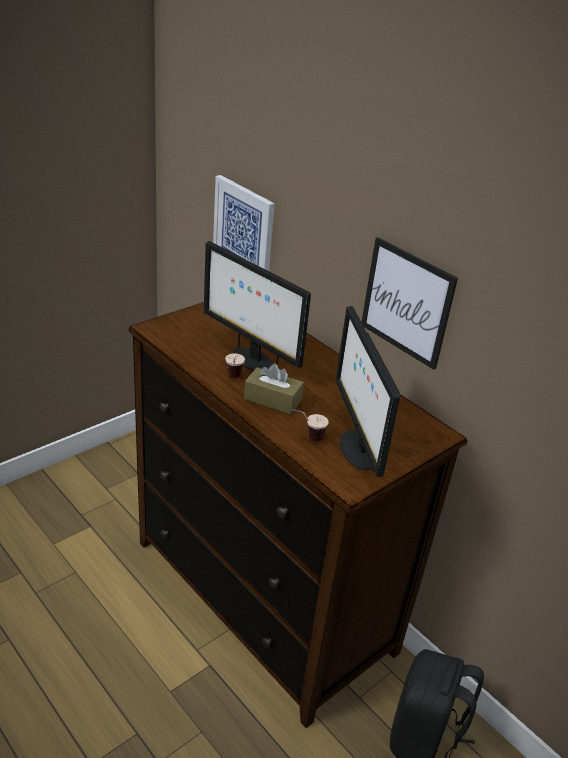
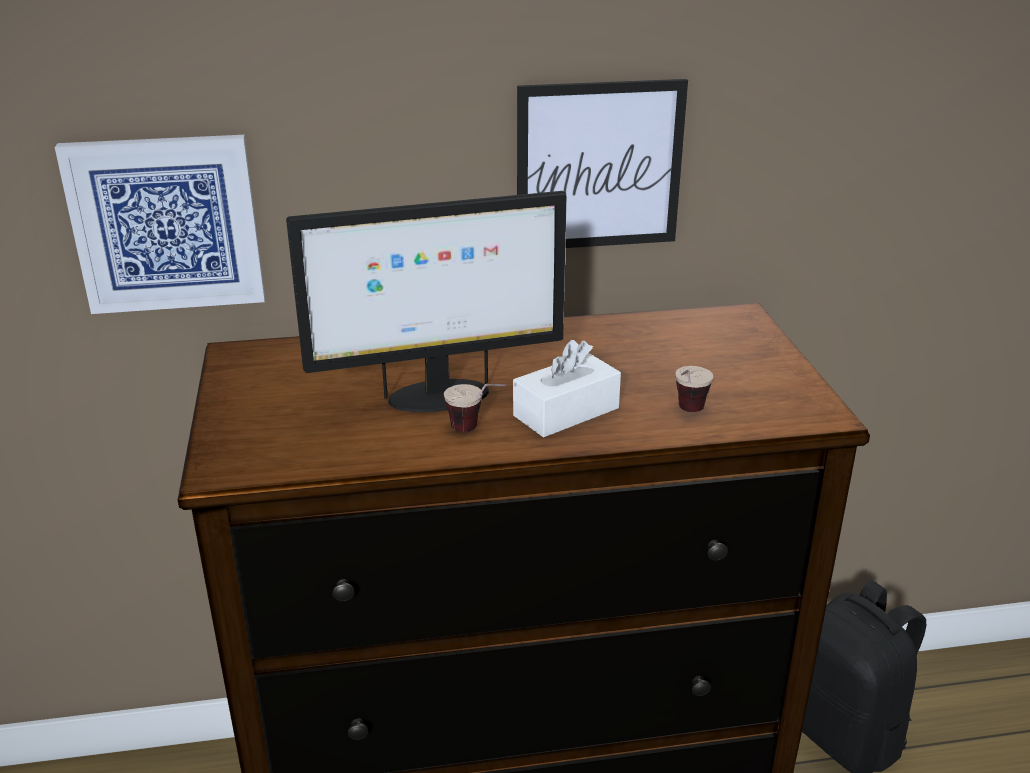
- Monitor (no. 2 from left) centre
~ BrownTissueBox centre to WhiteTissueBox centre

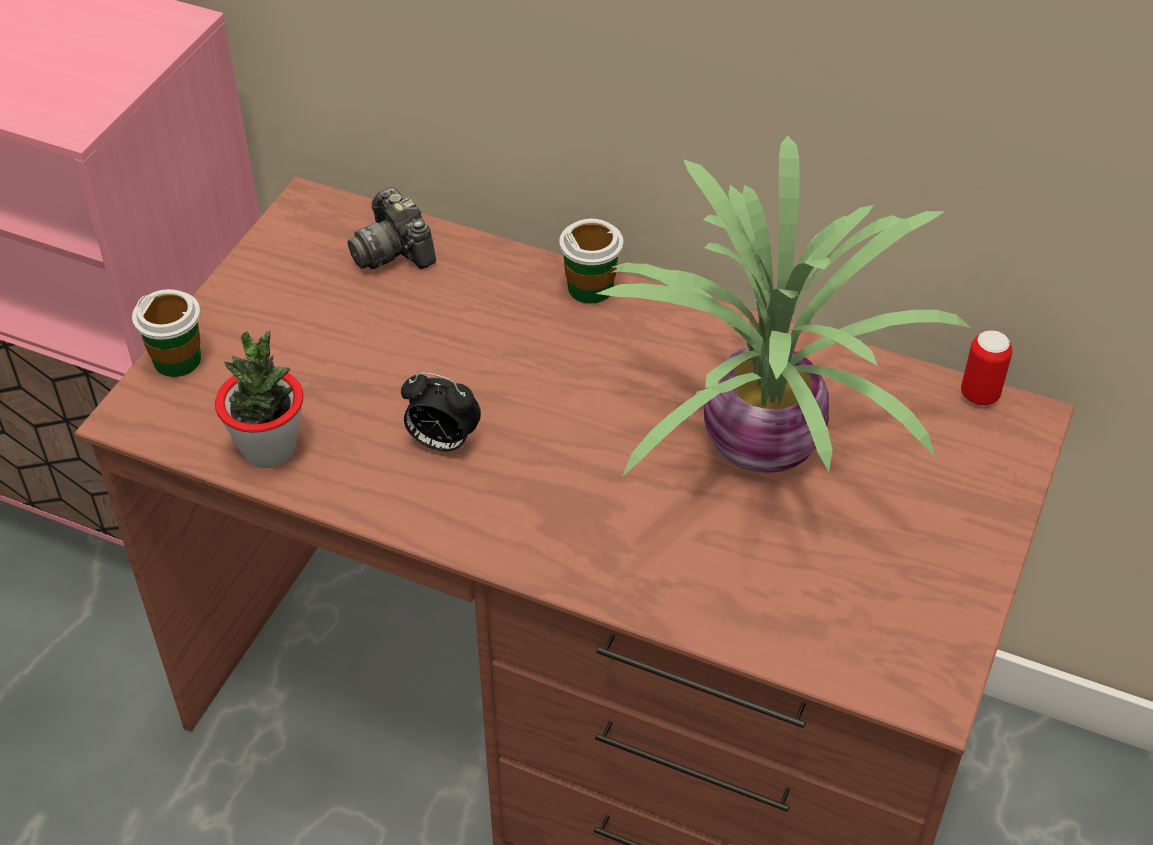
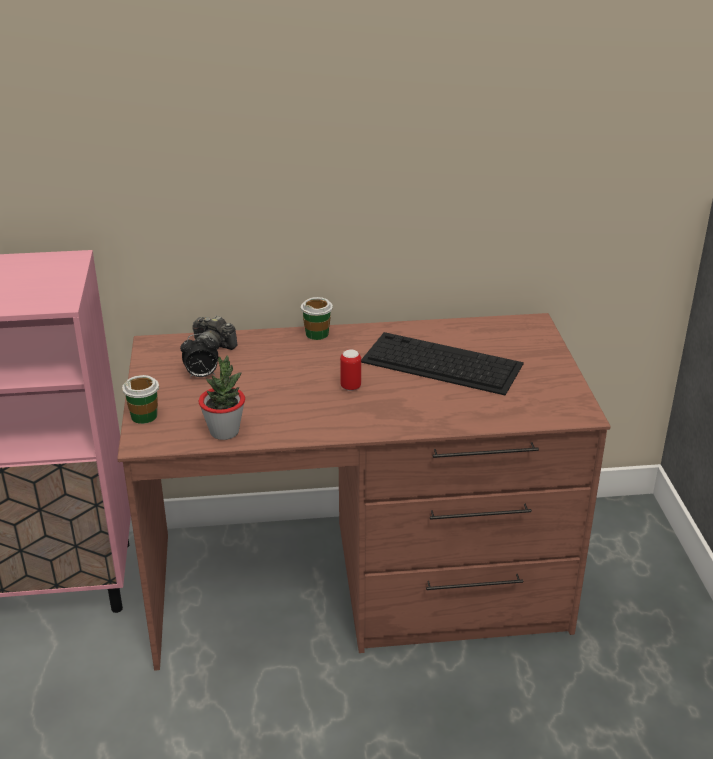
~ AlarmClock centre to middle left
~ Can middle right to centre
~ PottedPlant (no. 2 from left) middle right to Keyboard centre

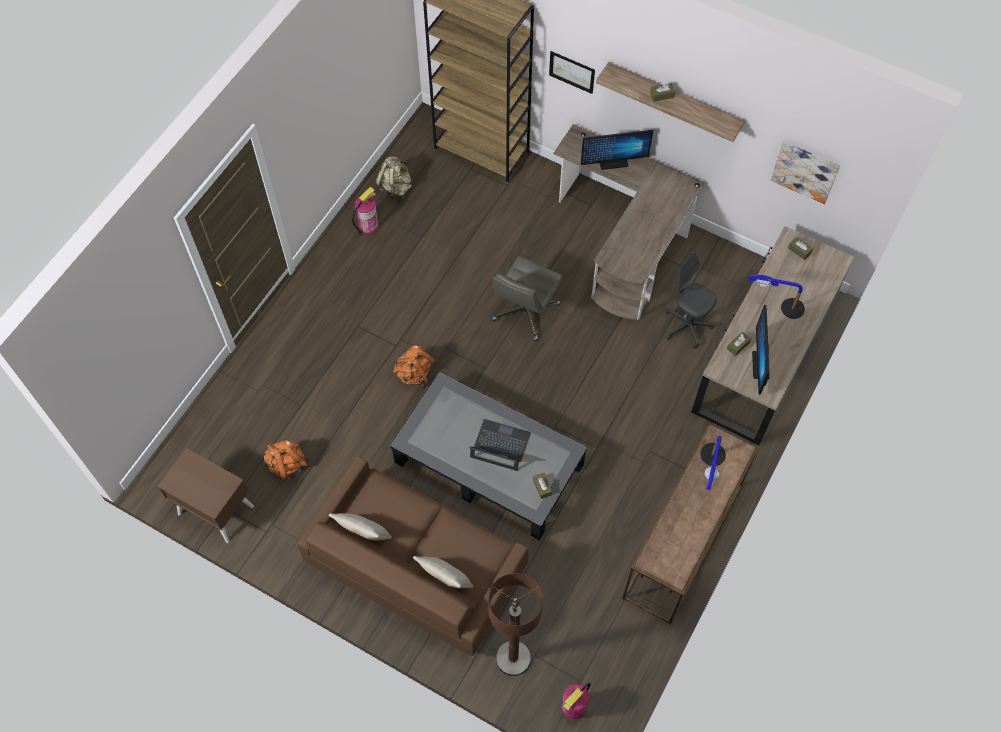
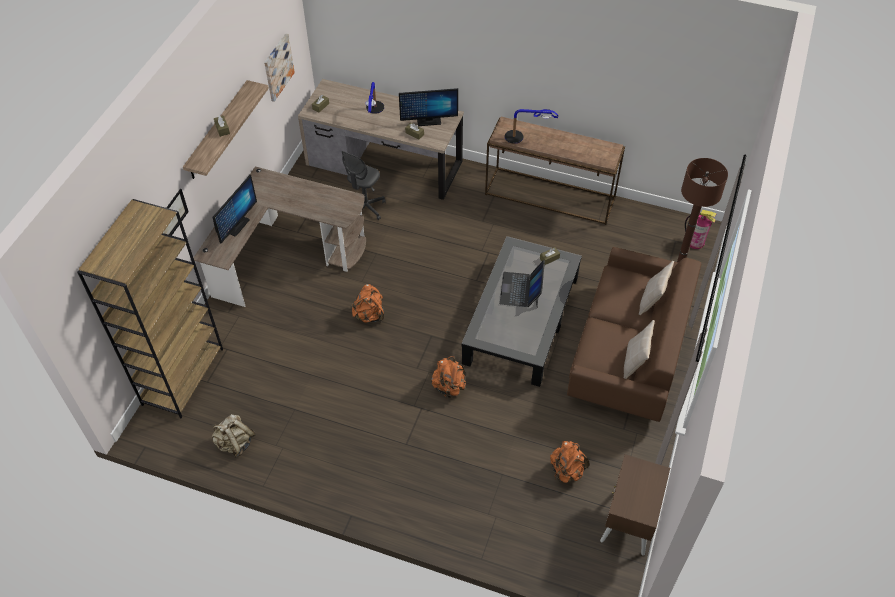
- FireExtinguisher (no. 1 from left) top centre
~ GreyOfficeChair (no. 1 from left) centre to OrangeBackpack (no. 1 from left) centre
~ Monitor (no. 1 from left) top centre = middle left 45 degrees clockwise

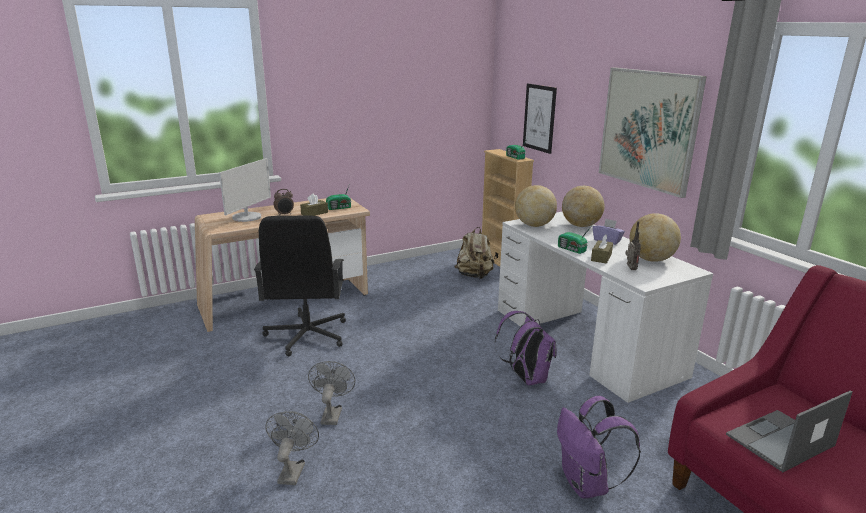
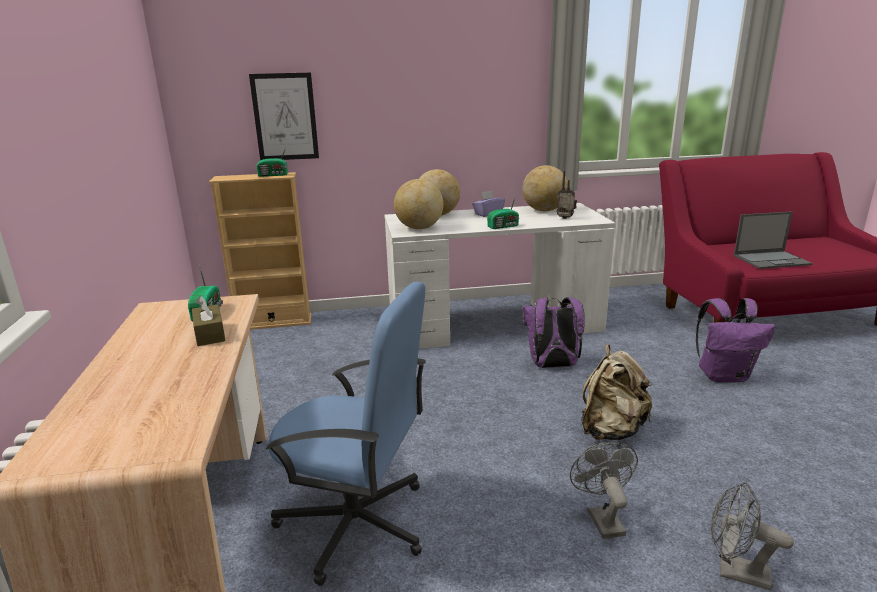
- Monitor middle left
- AlarmClock middle left
- BrownTissueBox (no. 2 from left) middle right
- Picture (no. 2 from left) top right
~ BeigeBackpack centre to middle right
~ BlackOfficeChair centre to BlueOfficeChair bottom centre
~ GreyFan (no. 2 from left in the first image) bottom centre = bottom right 60 degrees clockwise
~ Laptop bottom right = middle right 90 degrees counterclockwise

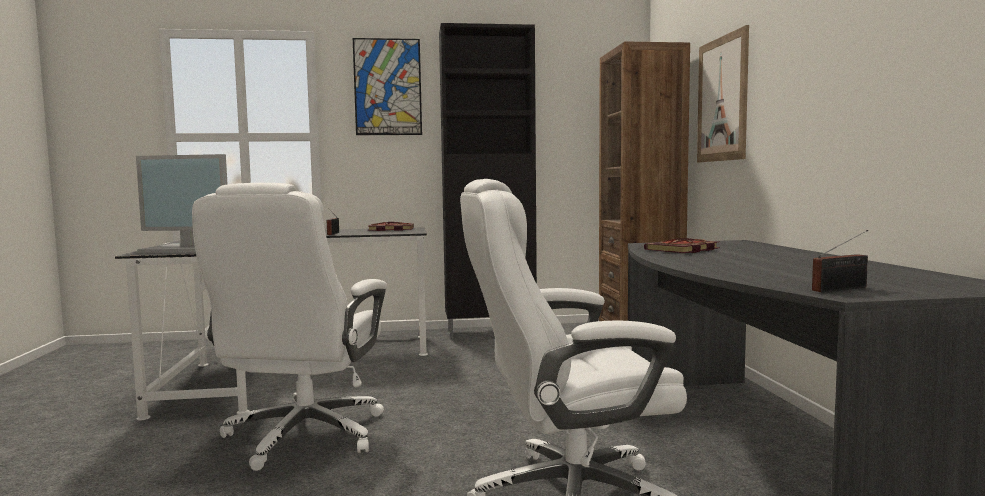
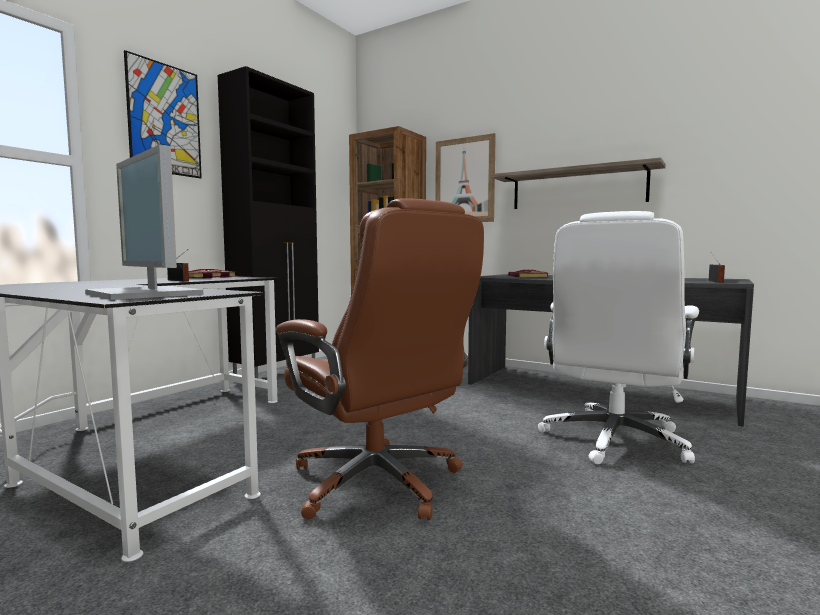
+ Shelf top right
~ WhiteOfficeChair (no. 1 from left) middle left to BrownOfficeChair centre
~ Monitor middle left = middle left 90 degrees clockwise

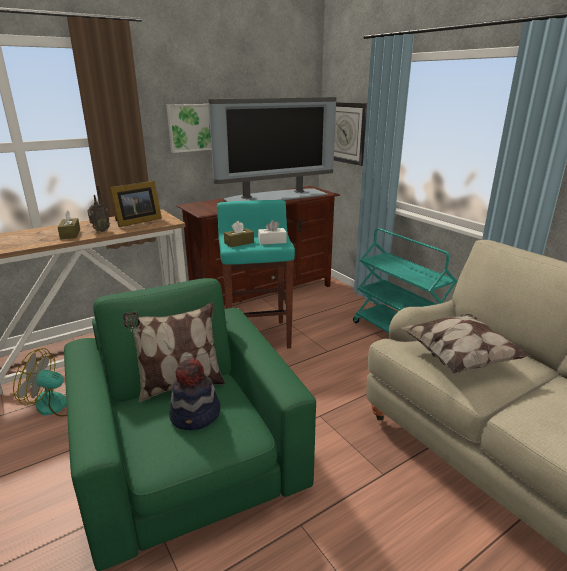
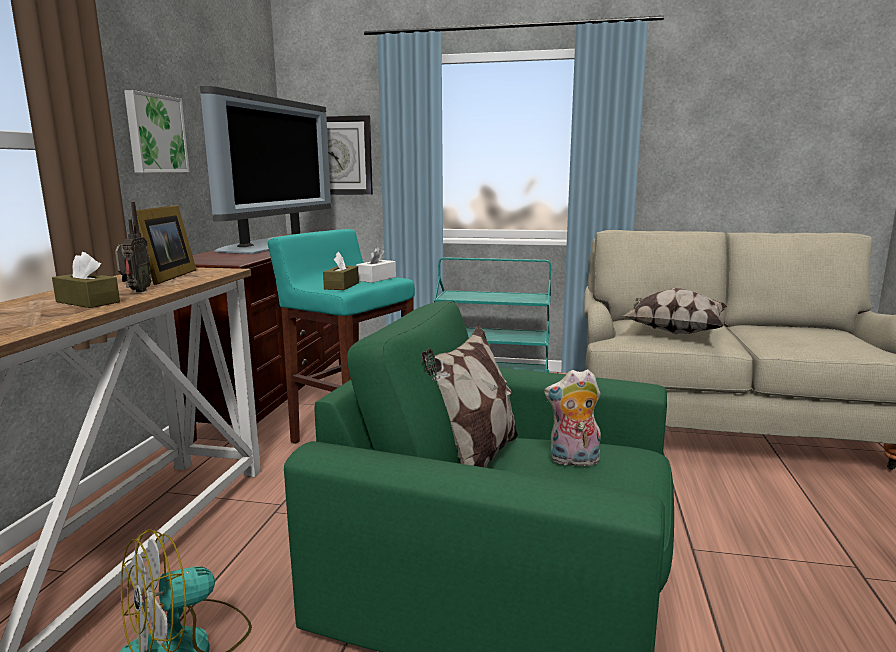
~ Hat bottom centre to PlushToy centre

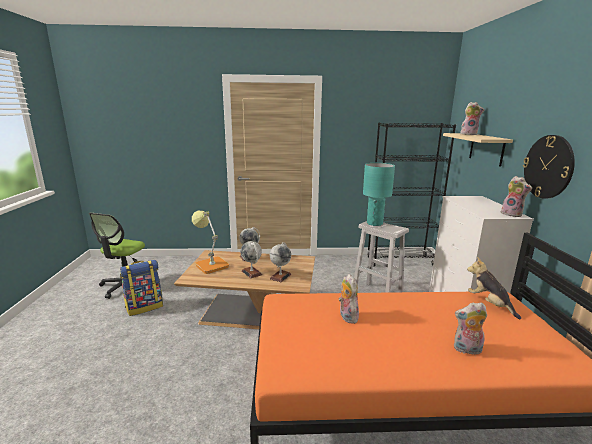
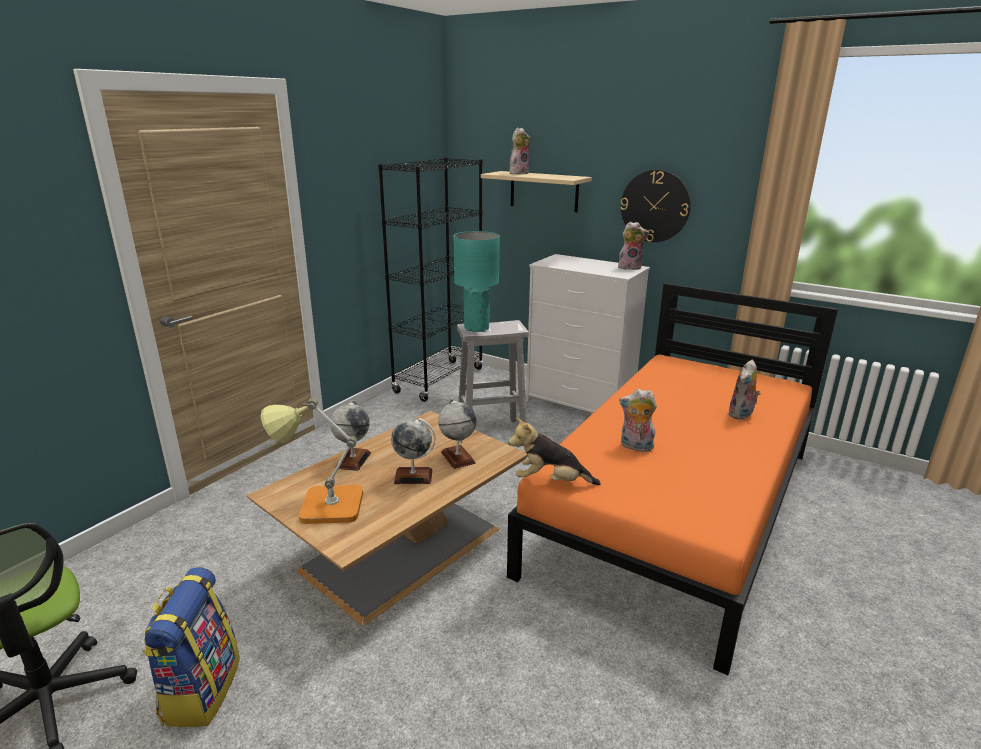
~ PlushToy (no. 4 from left in the first image) middle right to PlushToy (no. 2 from left) centre

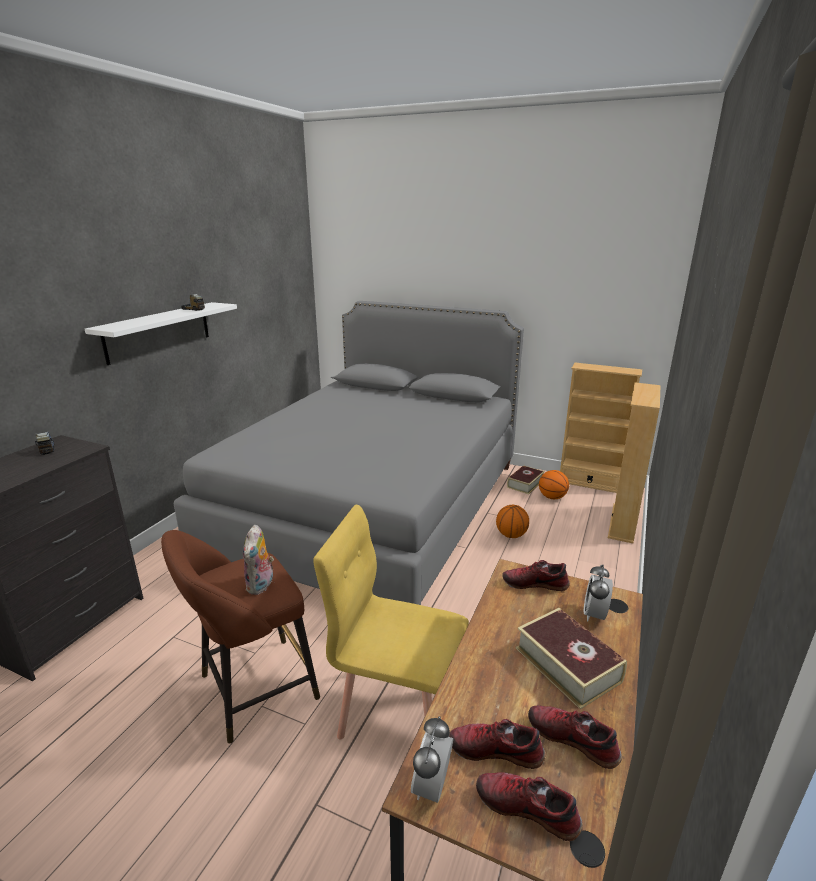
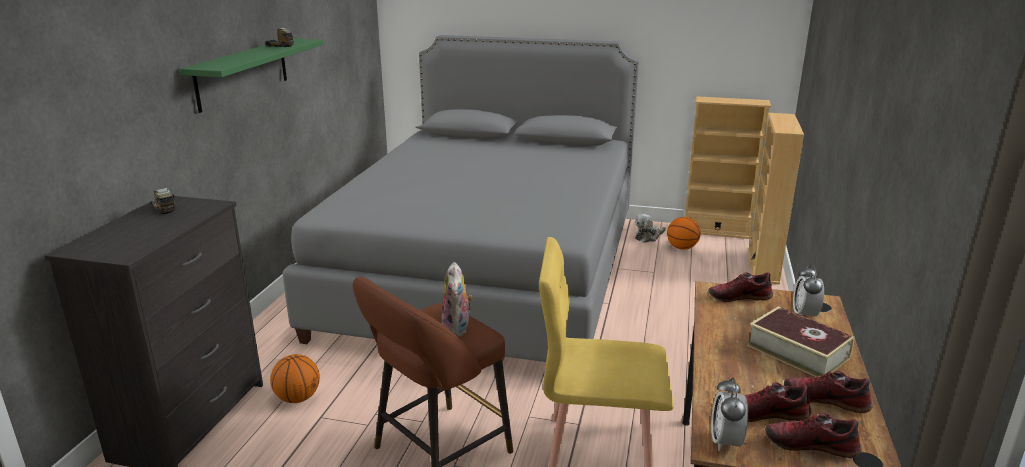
~ Basketball (no. 1 from left) centre to bottom left
~ Book (no. 1 from left) centre to PlushToy (no. 2 from left) centre
~ WhiteShelf middle left to GreenShelf top left

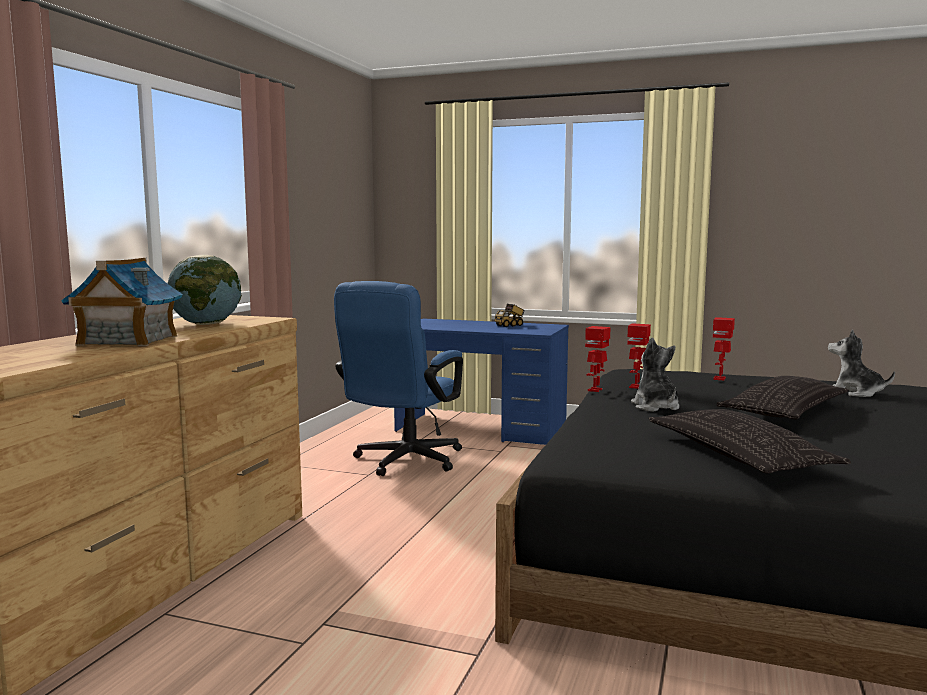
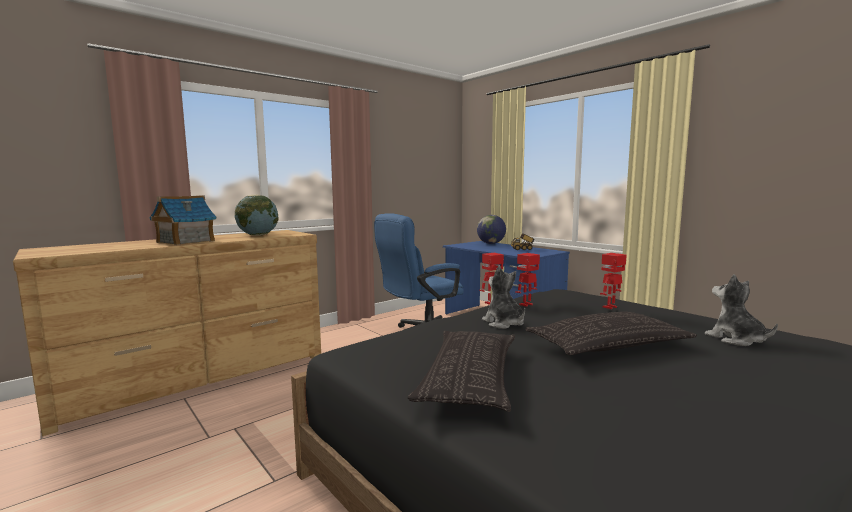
+ Globe (no. 2 from left) centre
~ PlushToy (no. 1 from left) middle right = centre 45 degrees counterclockwise

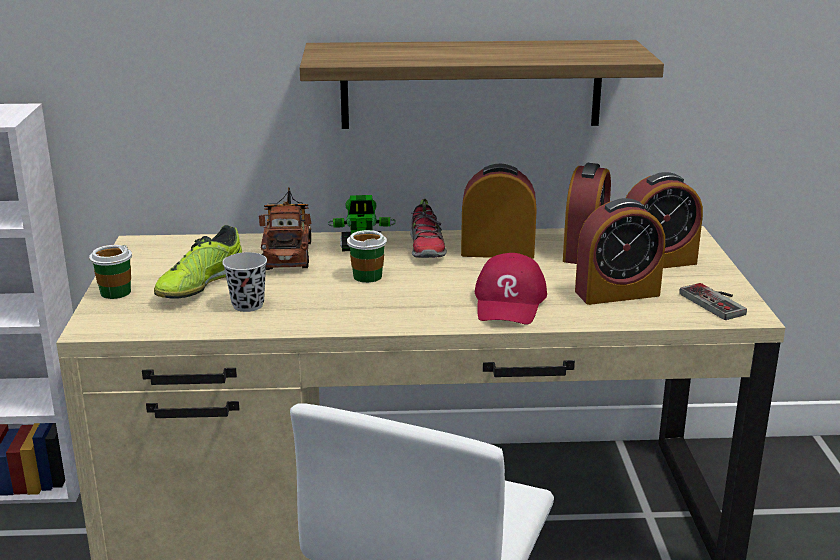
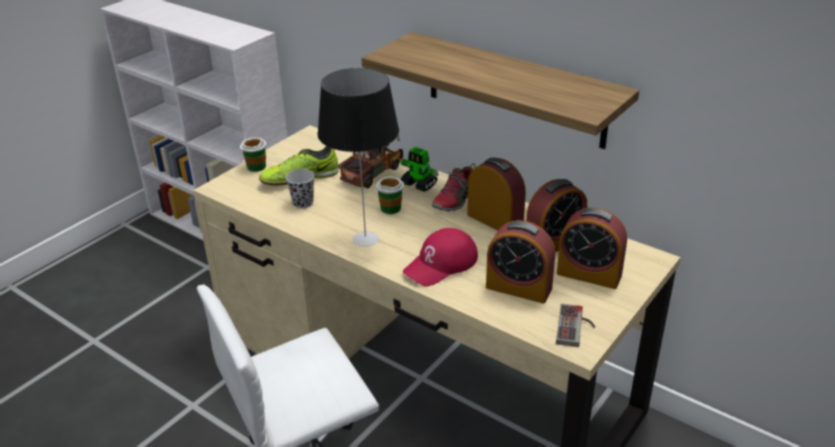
+ TableLamp centre

